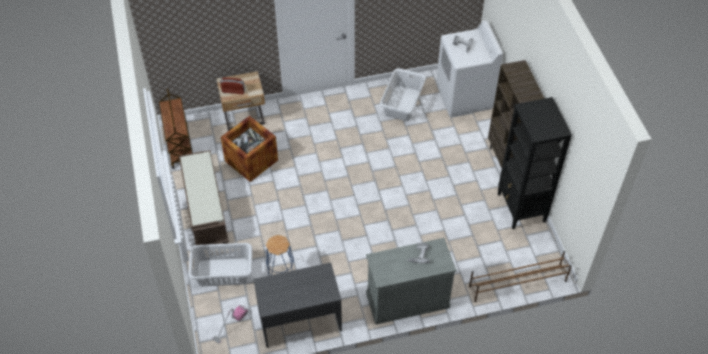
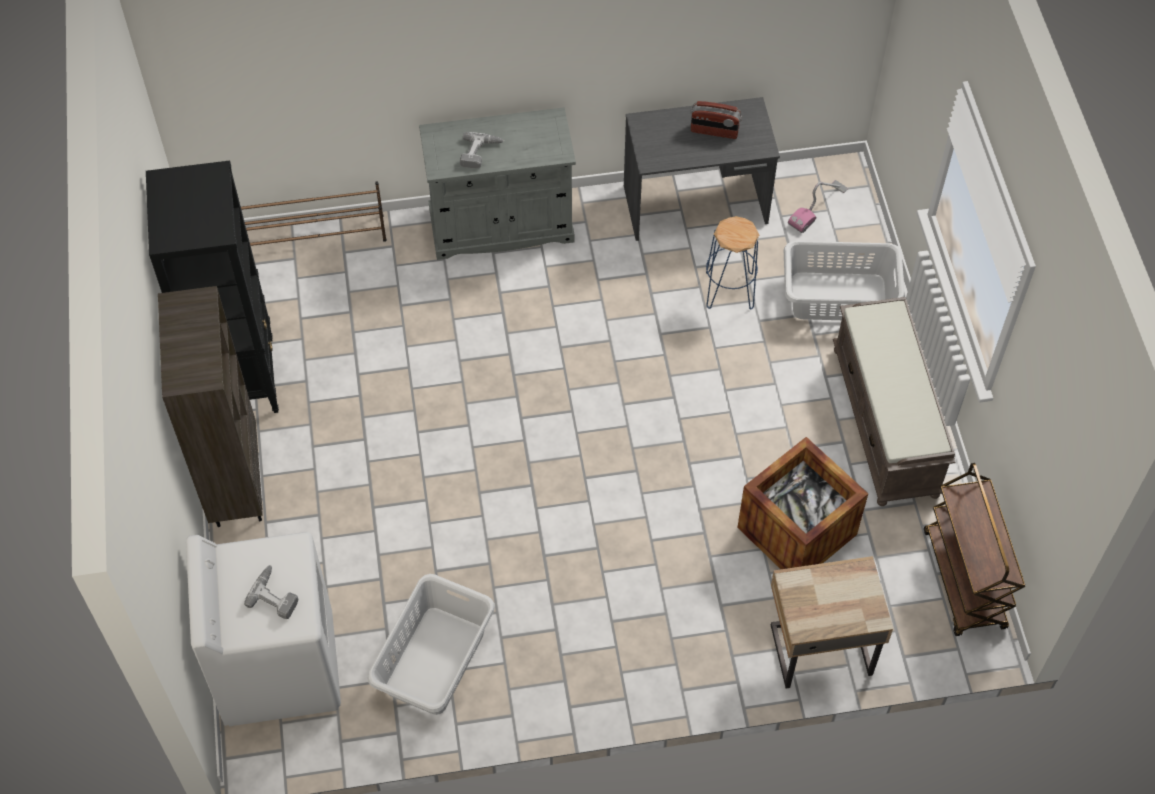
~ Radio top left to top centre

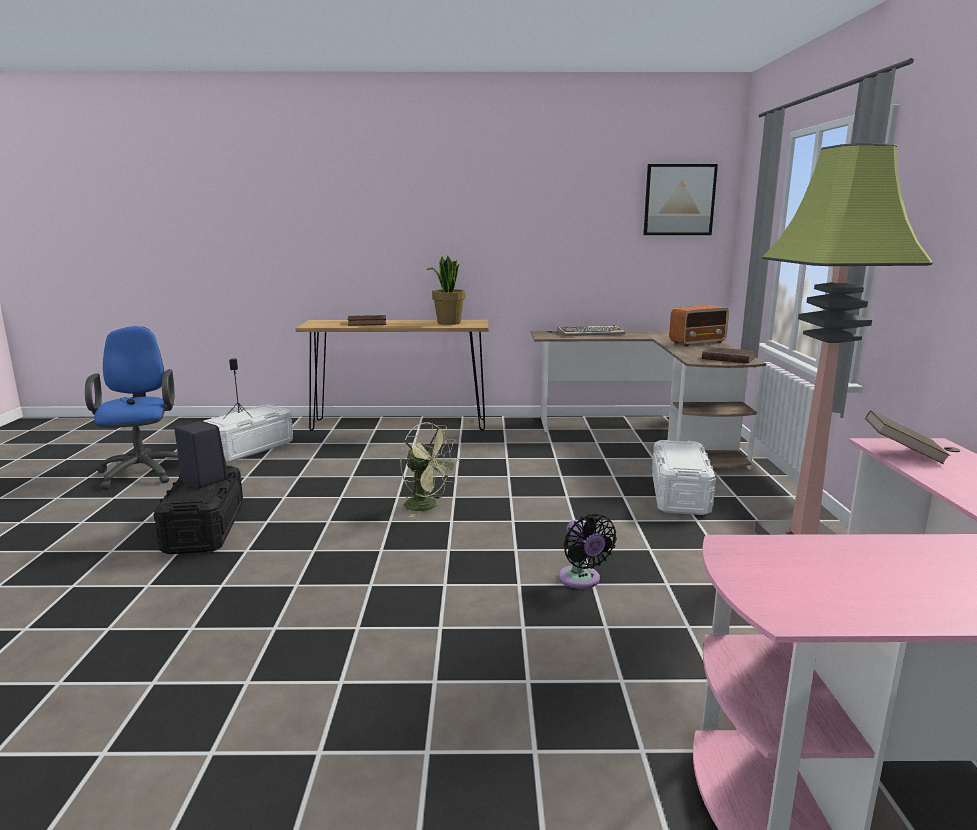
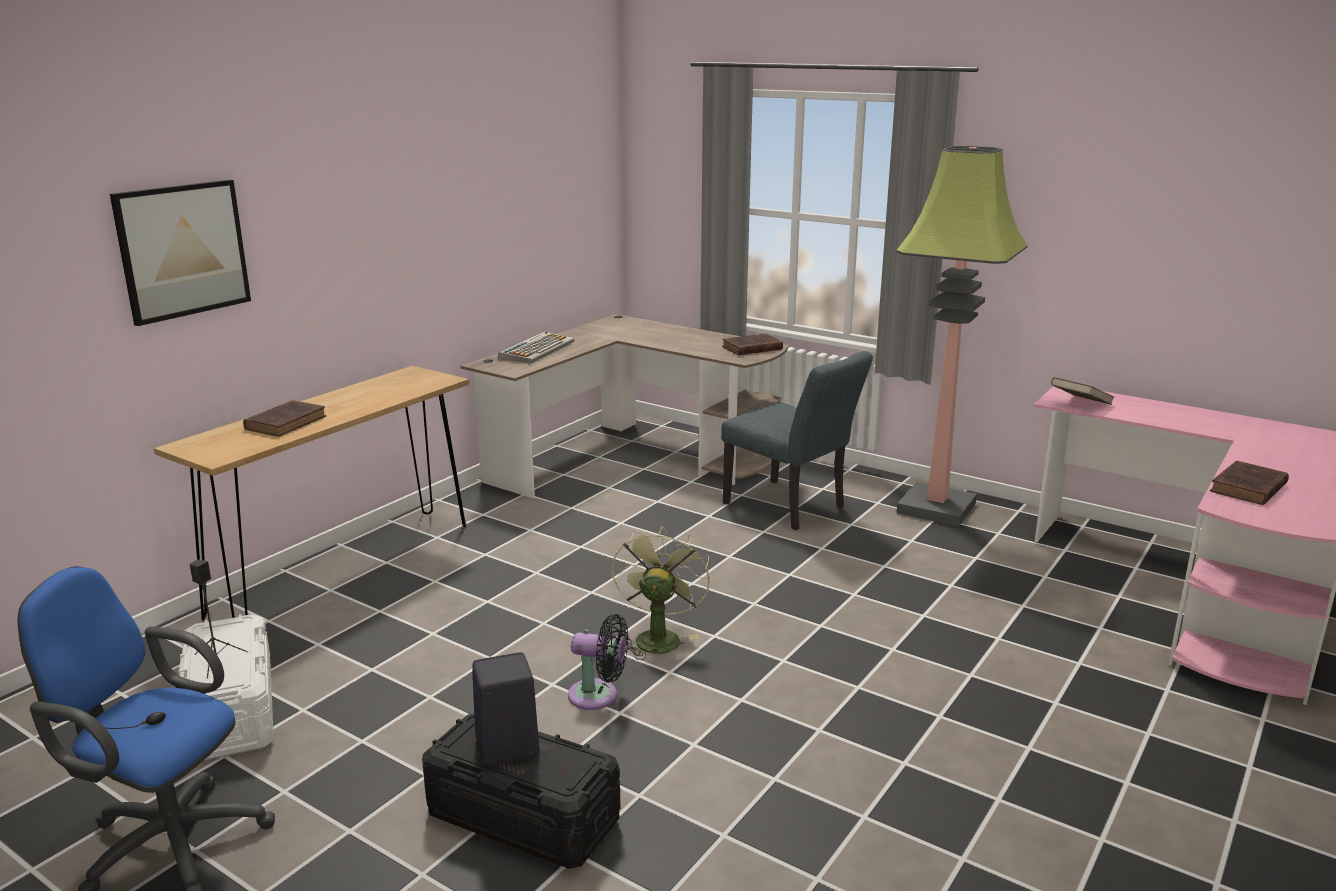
- PottedPlant centre
- Radio middle right
+ BrownBook (no. 4 from left) middle right
~ BlackFan centre to bottom centre
~ Picture top right to top left
~ WhiteStorageBox (no. 2 from left) middle right to GreyChair centre
~ GreenFan centre = centre 60 degrees counterclockwise

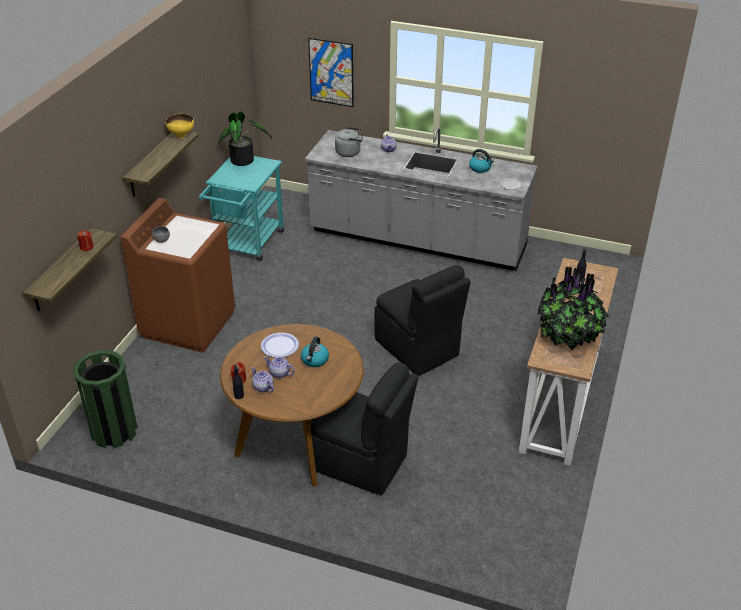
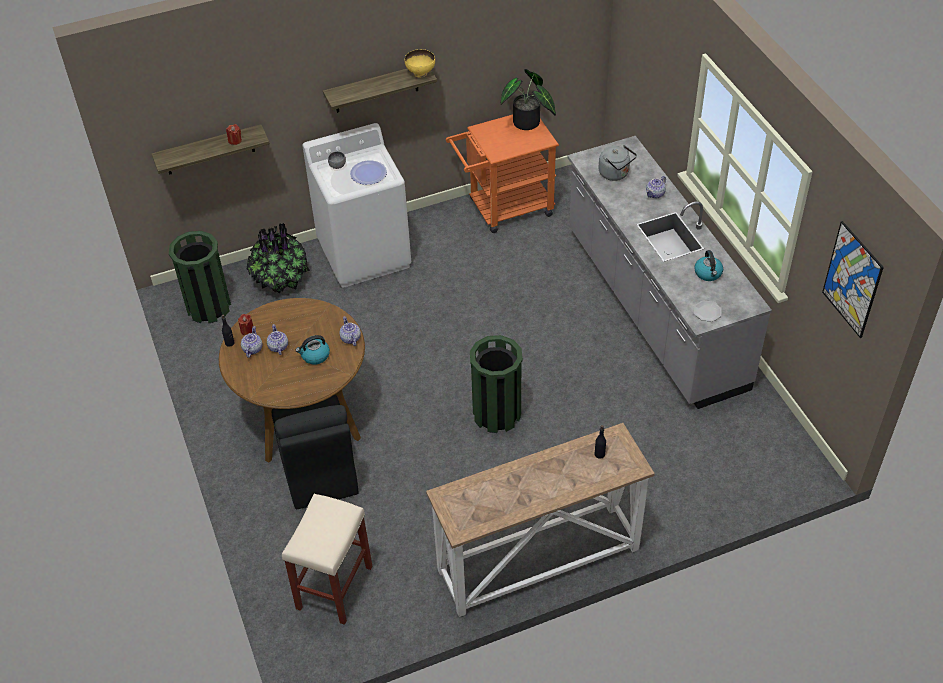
+ BeigeStool bottom centre
+ Teapot (no. 3 from left) centre
~ Plate (no. 1 from left) centre to top centre
~ Picture top centre to middle right
~ PottedPlant (no. 2 from left in the first image) middle right to PottedPlant (no. 1 from left) middle left
~ BlackChair (no. 2 from left) centre to GreenTrashCan (no. 2 from left) centre
~ BrownWashingMachine middle left to WhiteWashingMachine top centre
~ TurquoiseCart middle left to OrangeCart top centre

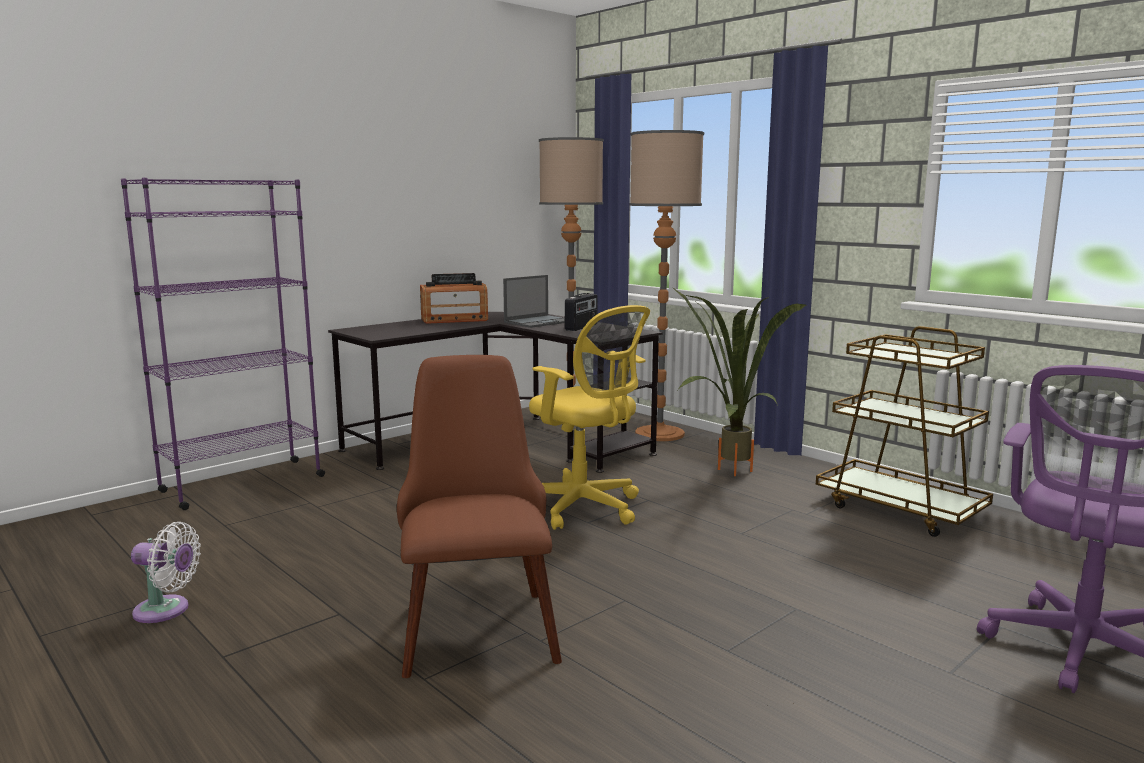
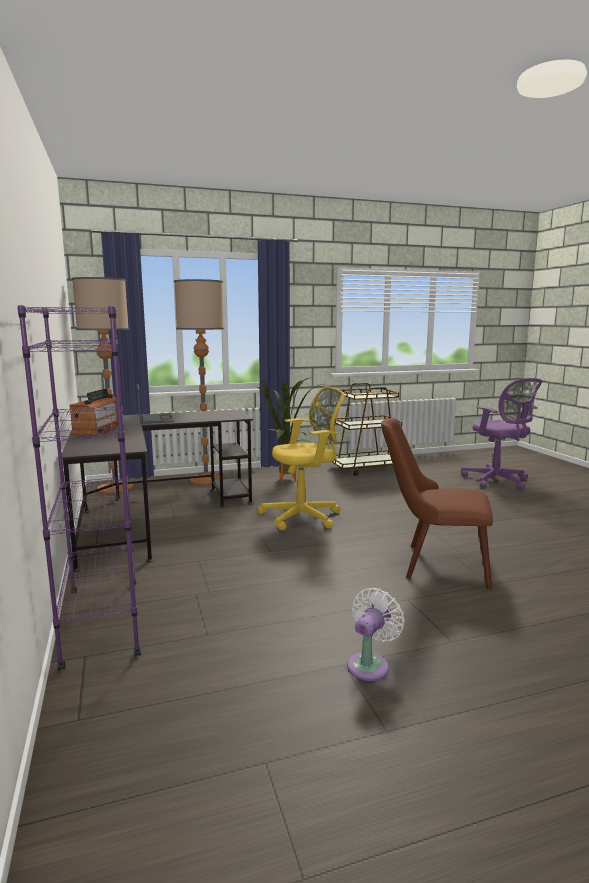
- Radio (no. 2 from left) centre

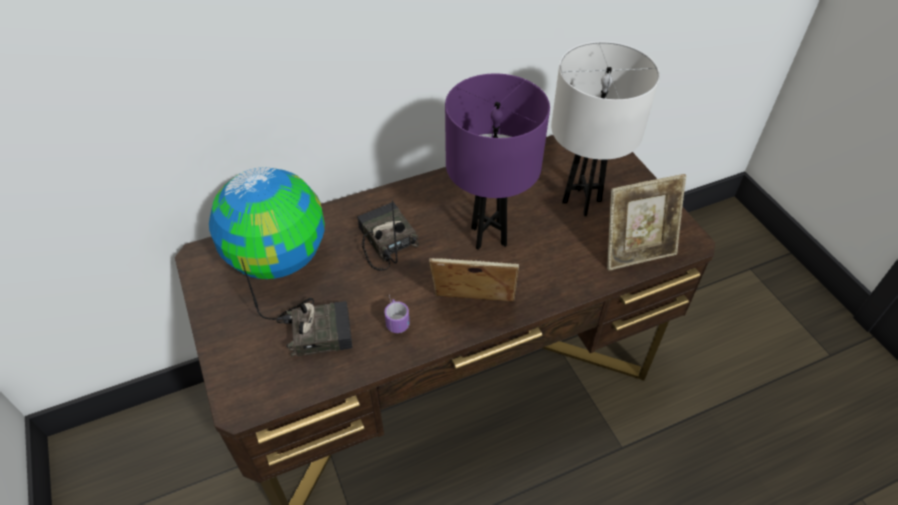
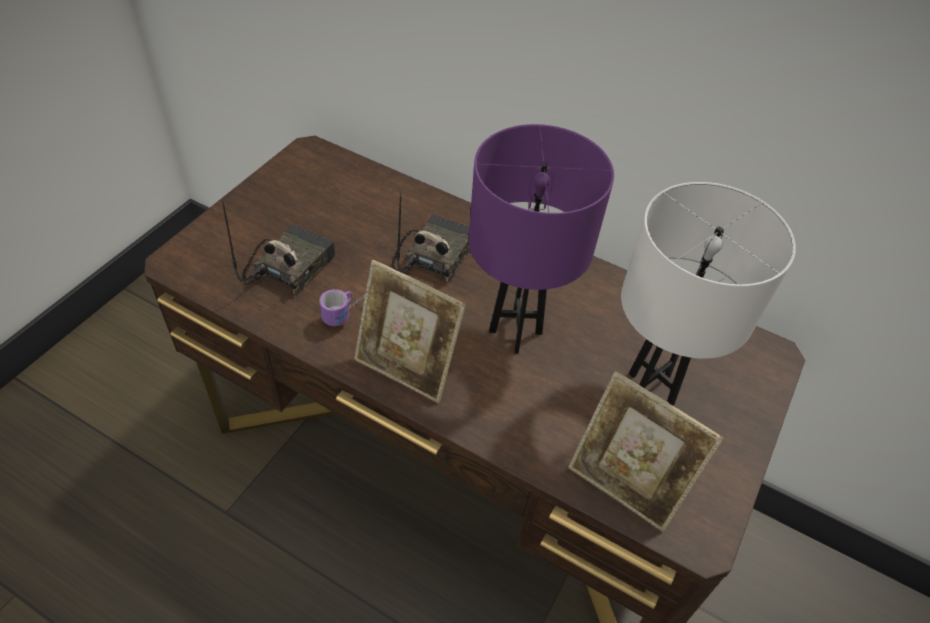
- Globe middle left
~ Radio (no. 1 from left) middle left = middle left 105 degrees counterclockwise
~ PictureFrame (no. 1 from left) centre = centre 150 degrees clockwise

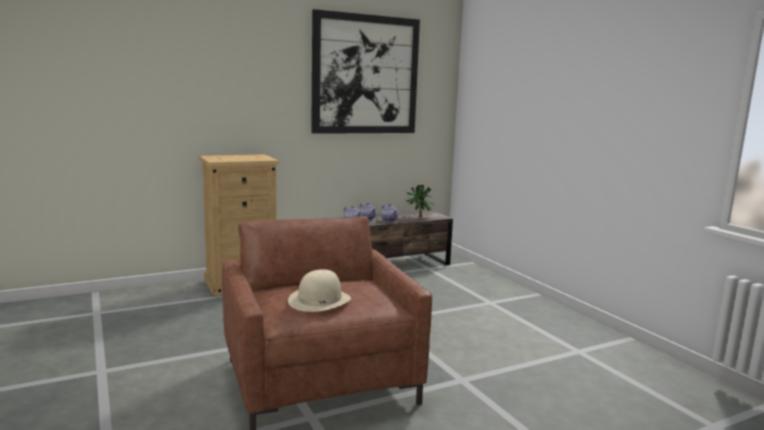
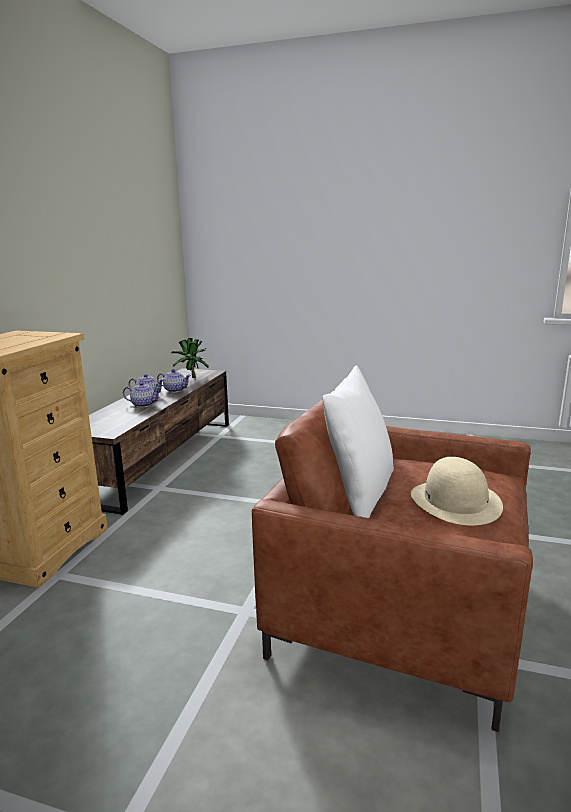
- Picture top centre
+ WhitePillow centre

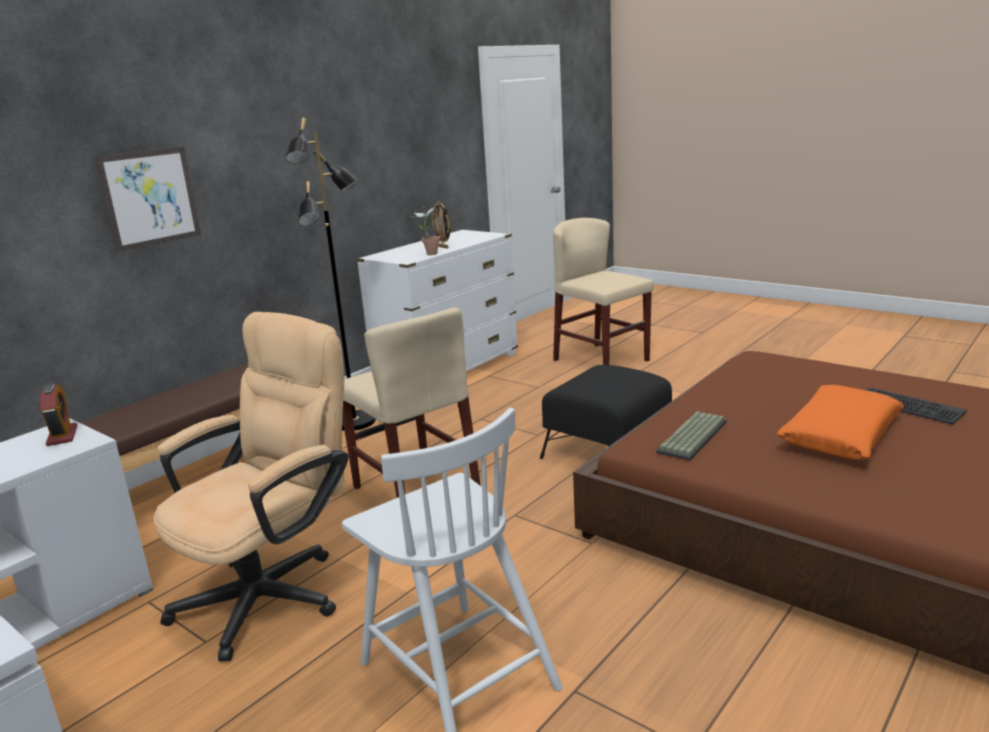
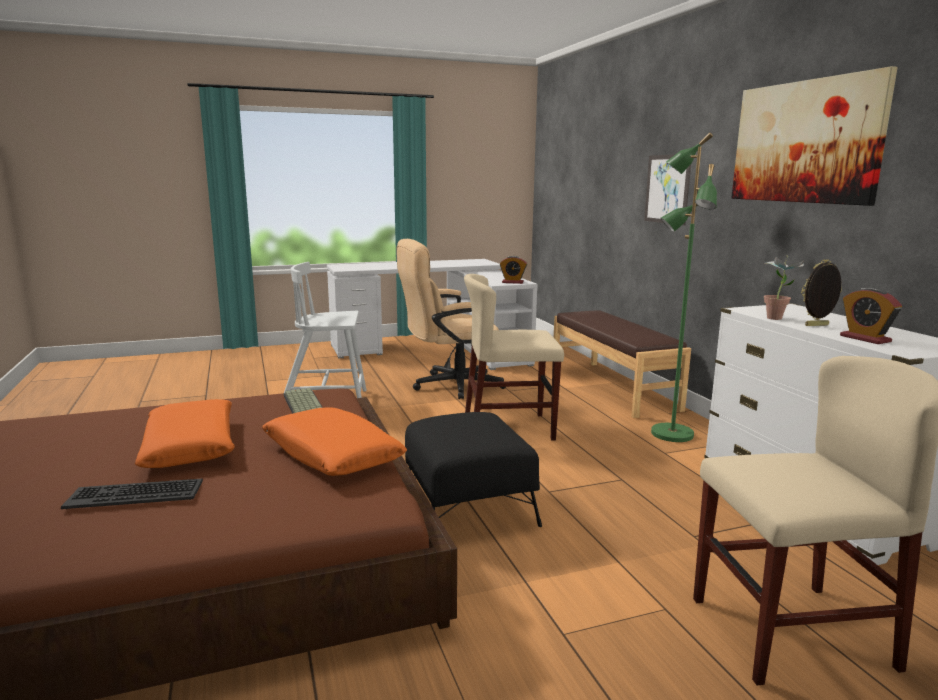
+ OrangePillow (no. 2 from left) centre
+ Picture (no. 2 from left) top right
+ AlarmClock (no. 2 from left) middle right
~ BlackFloorLamp centre to GreenFloorLamp middle right
~ BeigeOfficeChair middle left = centre 90 degrees clockwise

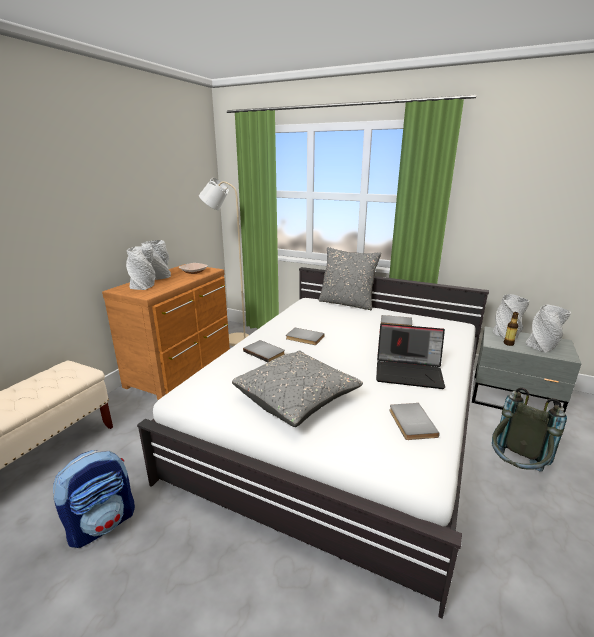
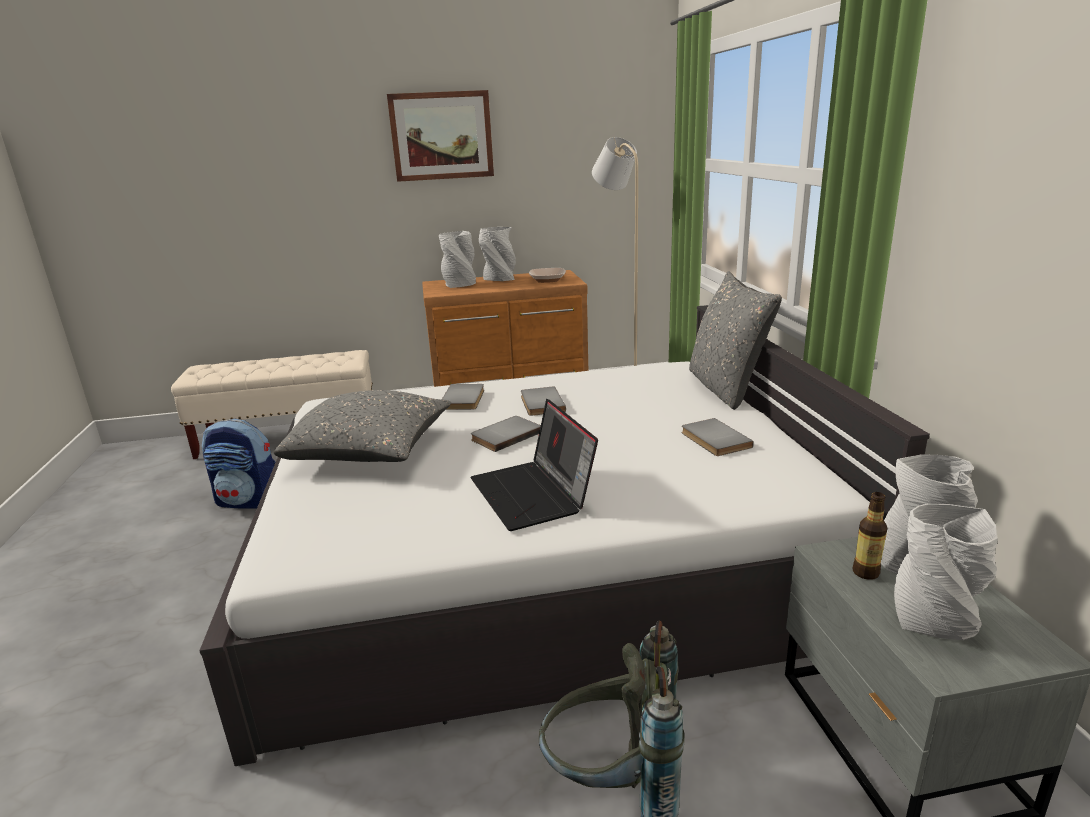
+ Picture top centre
~ GreyBook (no. 4 from left in the first image) middle right to GreyBook (no. 2 from left) centre

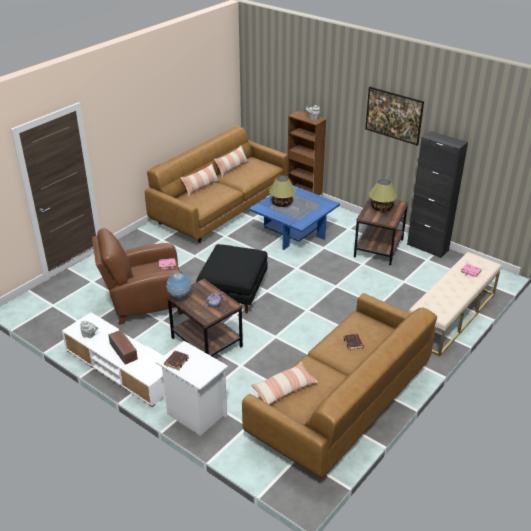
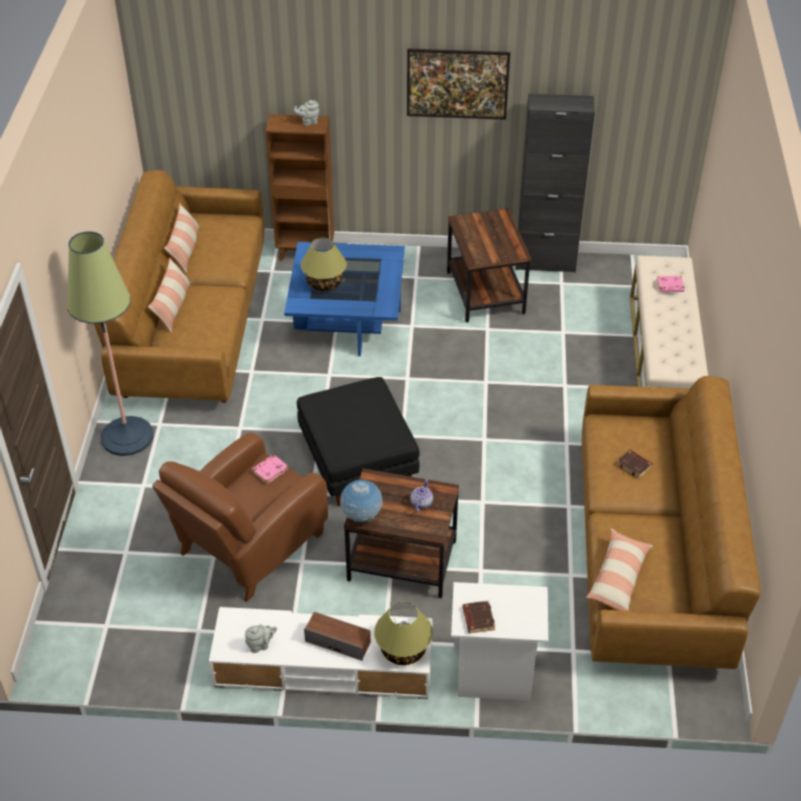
+ FloorLamp middle left
~ TableLamp (no. 2 from left) middle right to bottom centre

